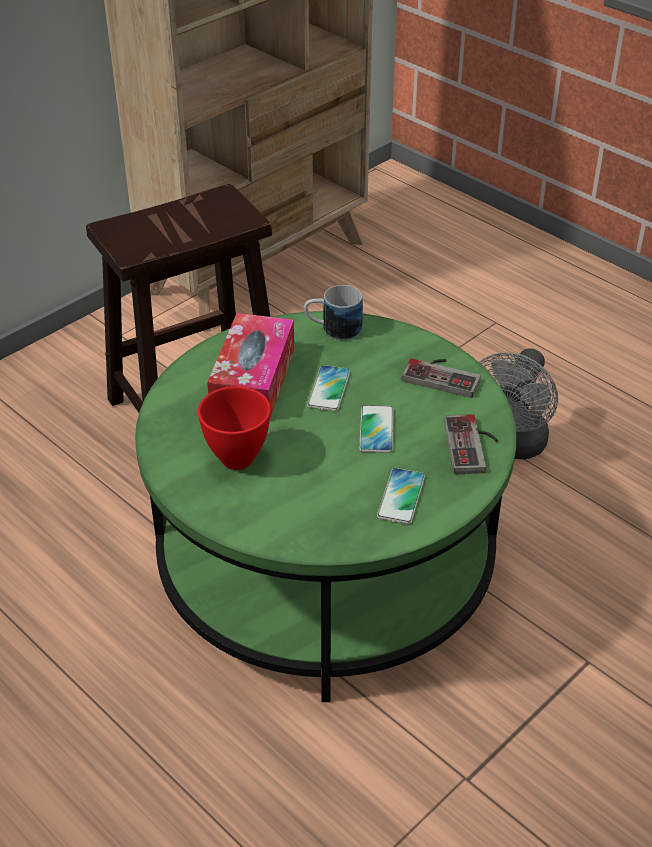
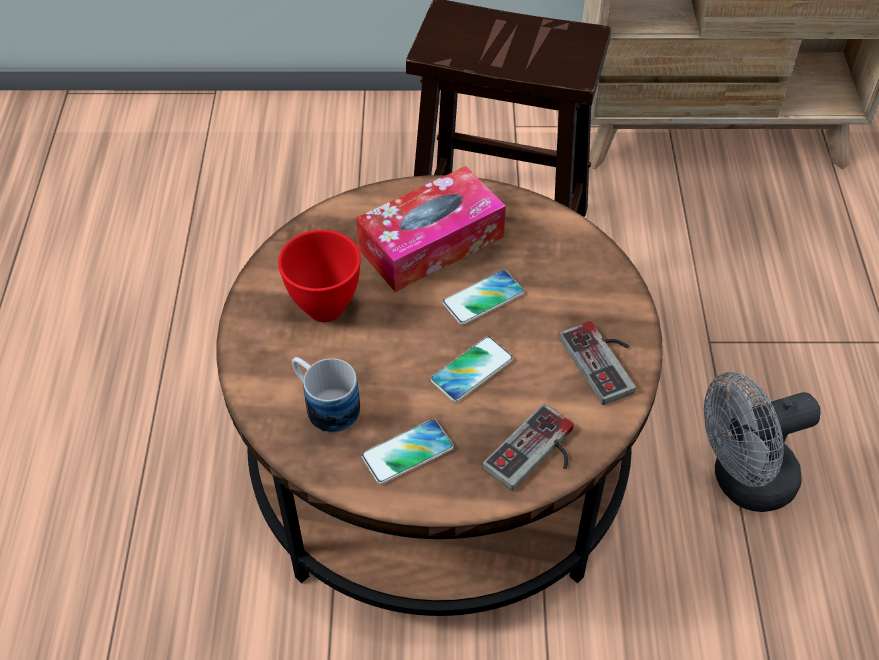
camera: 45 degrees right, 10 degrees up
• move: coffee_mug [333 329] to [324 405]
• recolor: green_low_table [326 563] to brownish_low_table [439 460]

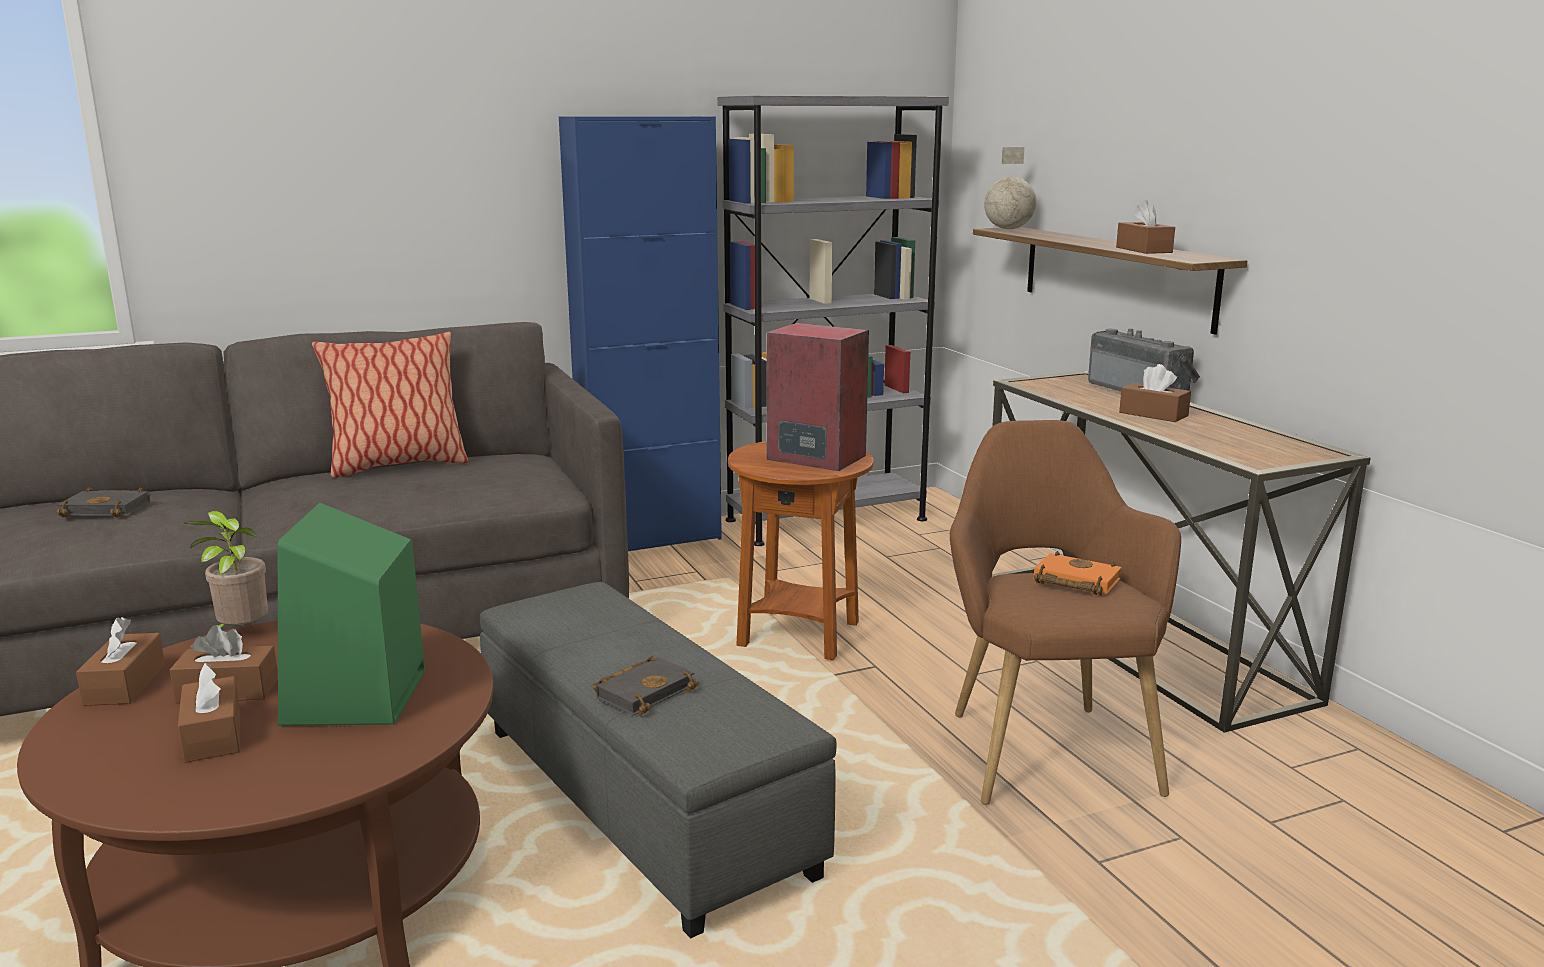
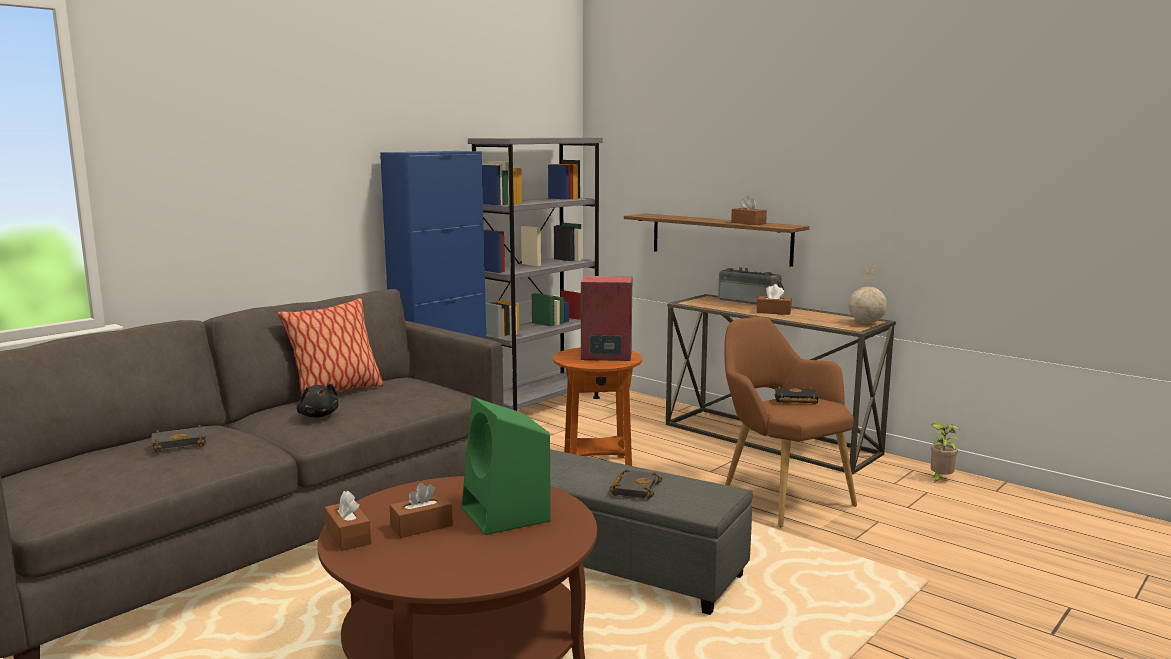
camera: 25 degrees left, 5 degrees down
• delete: brownish_tissue_box [213 735]
• insert: black_soft_toy [318 415]
• move: potted_plant [241 634] to [940 479]
• move: desk_globe [1009 229] to [866 323]
• recolor: orangey_bound_book [1073 581] to black_bound_book [794 400]

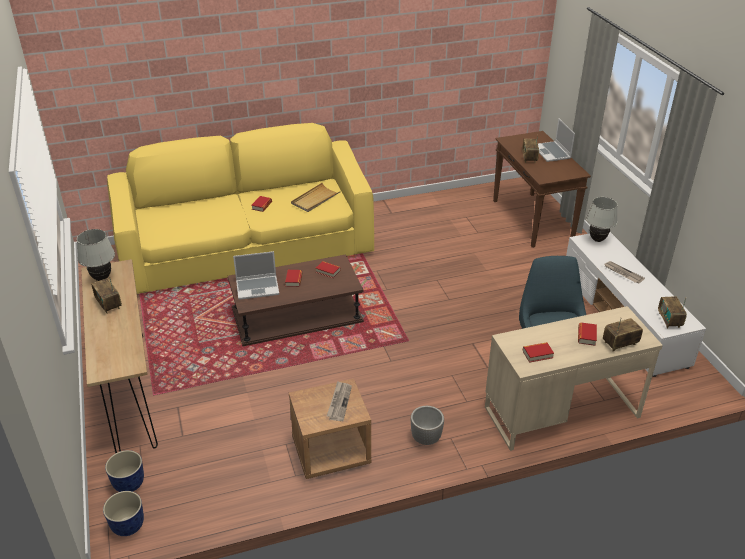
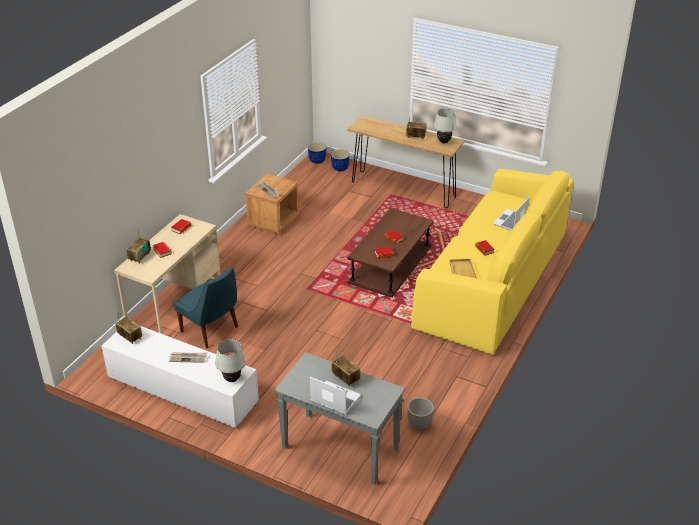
camera: 135 degrees right, 0 degrees up
• move: portable_computer [258 288] to [510 221]
• move: plant_pot [426 439] to [419 424]
• recolor: brownish_narrow_table [533 220] to grey_narrow_table [338 448]

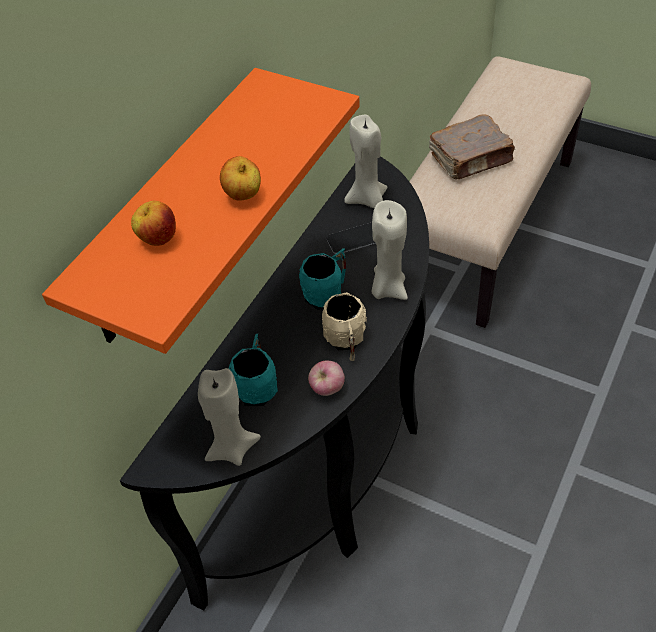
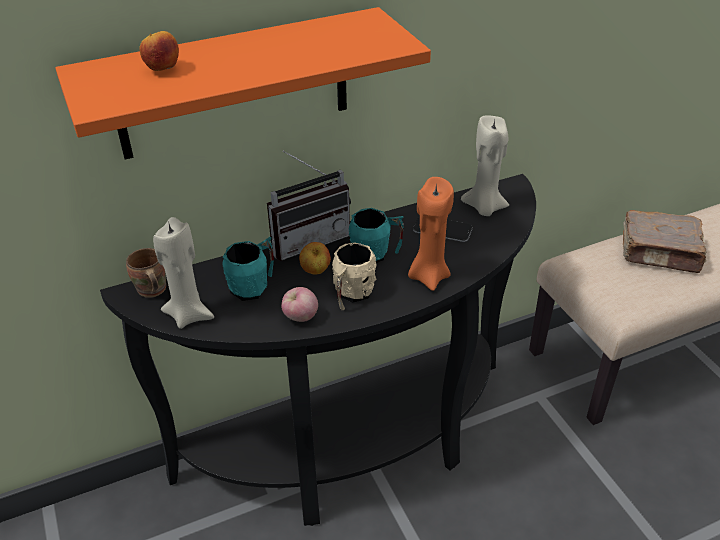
camera: 35 degrees right, 10 degrees down
• insert: brownish_coffee_mug [151 291]
• insert: radio_set [308 239]
• move: apple [243 196] to [315 271]
• recolor: sand-coloured_wax_candle [388 288] to orangey_wax_candle [428 276]

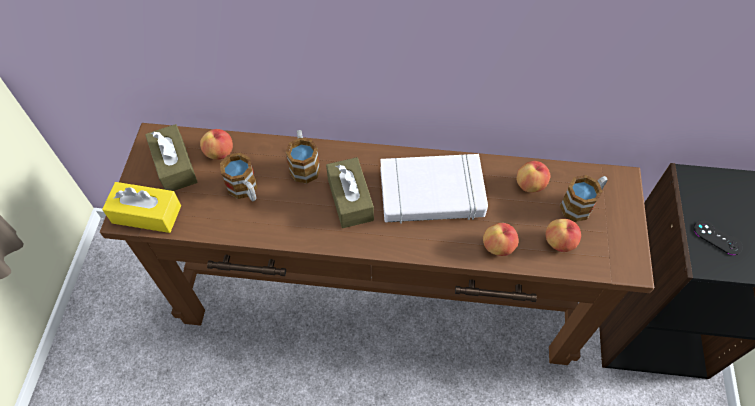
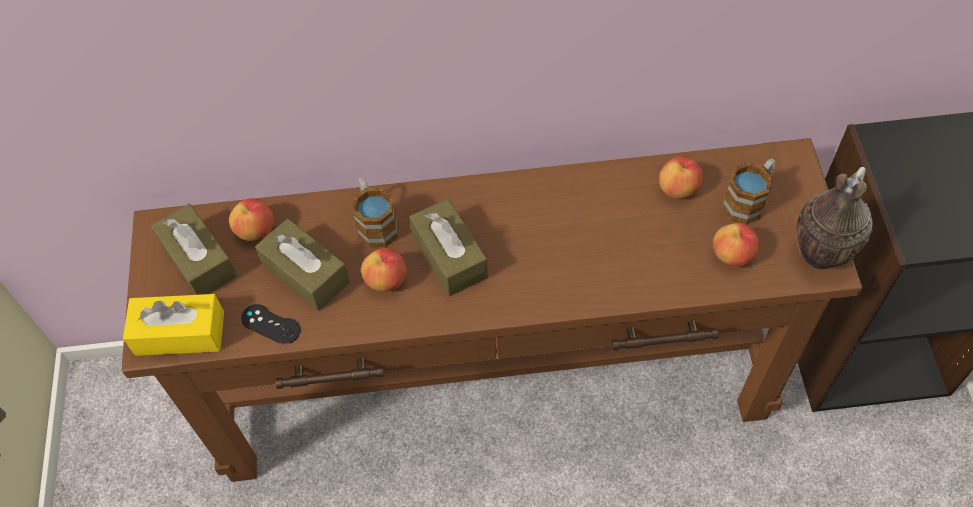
camera: 10 degrees left, 0 degrees up
• delete: whitish_bound_book [431 194]
• insert: vase [817 255]
• move: apple [498 246] to [386 280]
• move: black_joypad [717 237] to [271 324]
• replace: coffee_mug [245 190] to brownish_tissue_box [306 273]

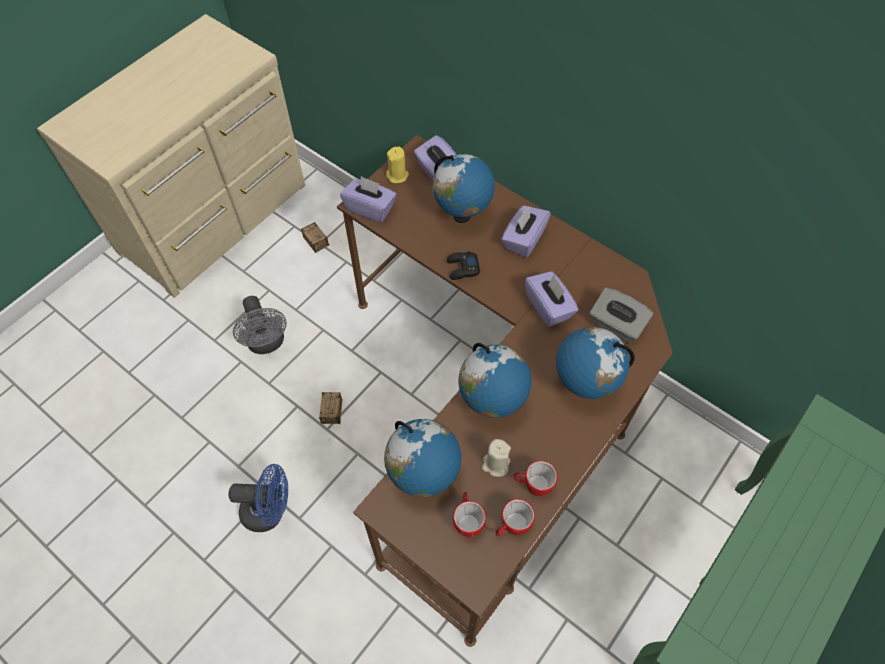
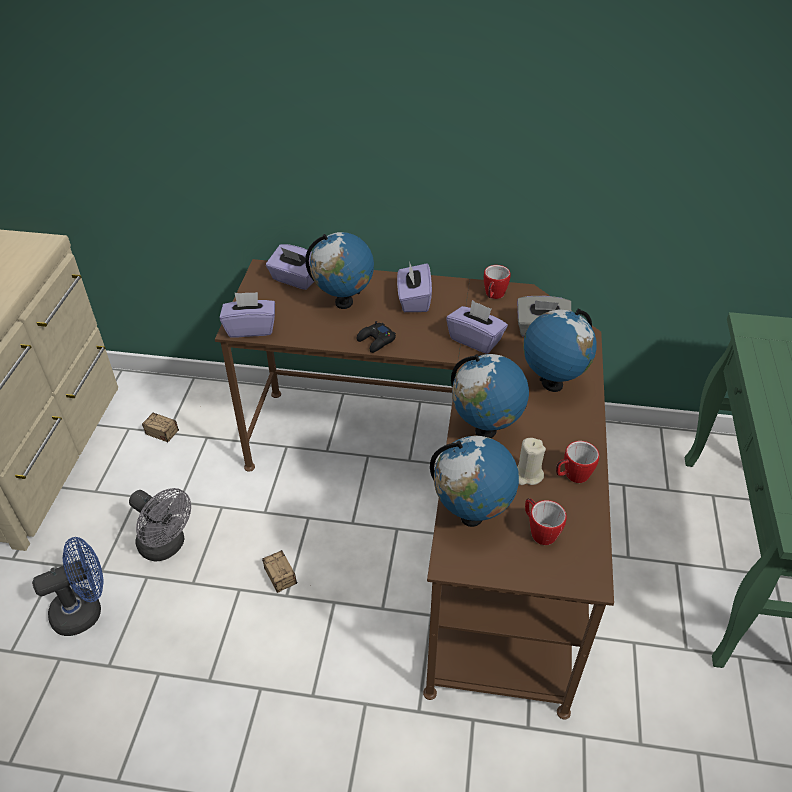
camera: 30 degrees left, 15 degrees down
• delete: yellow_wax_candle [397 175]
• move: blue_fan [270 511] to [85 610]
• move: coffee_mug [511 527] to [493 296]

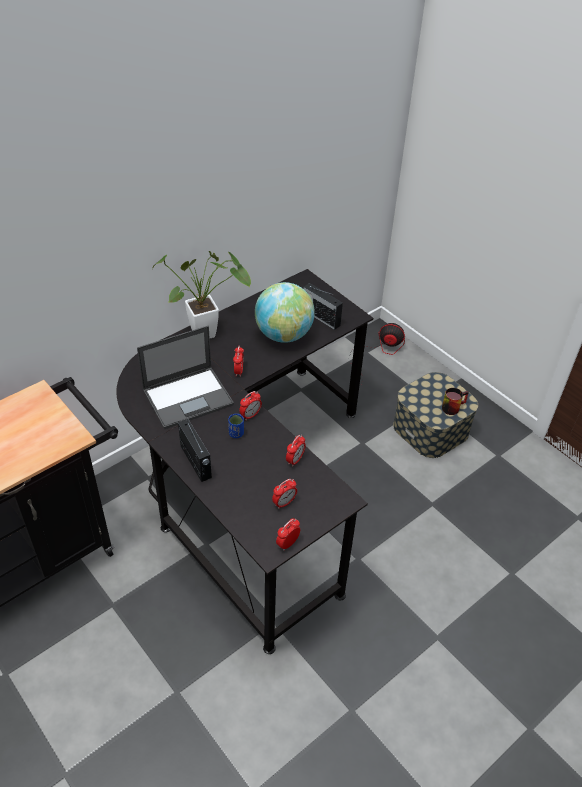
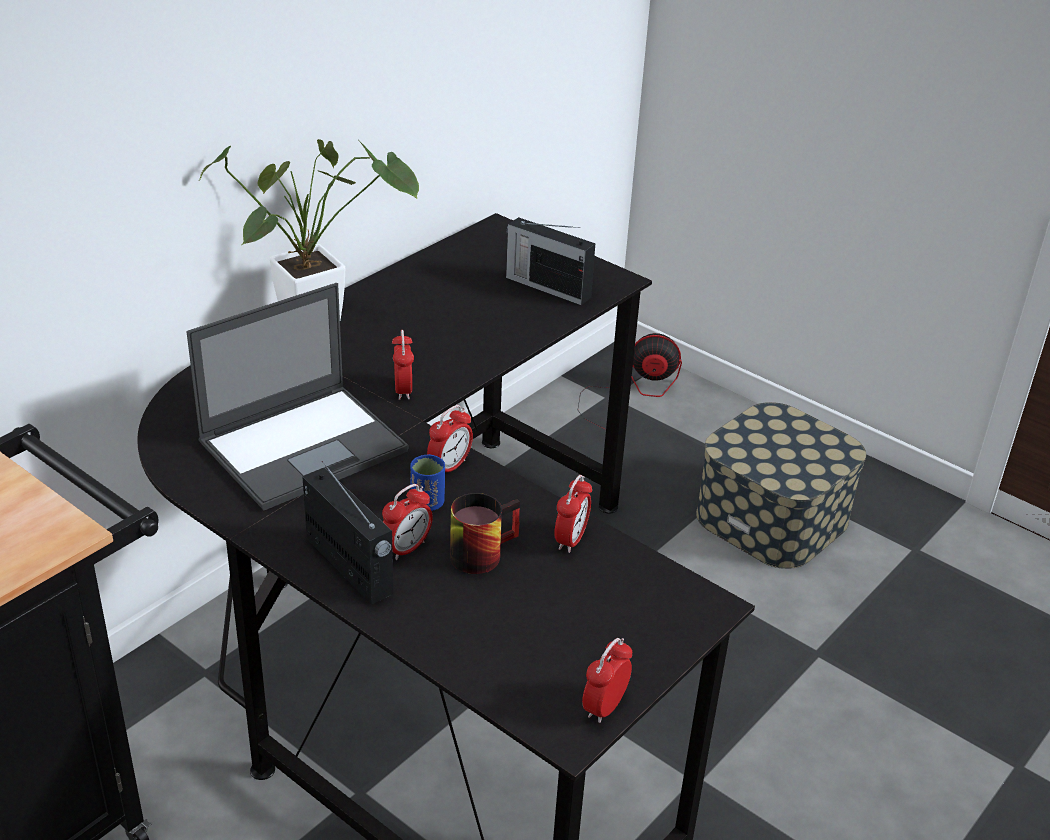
camera: 10 degrees left, 10 degrees down
• delete: desk_globe [283 335]
• move: alarm_clock [284 503] to [406 548]
• move: coffee_mug [452 406] to [480 551]

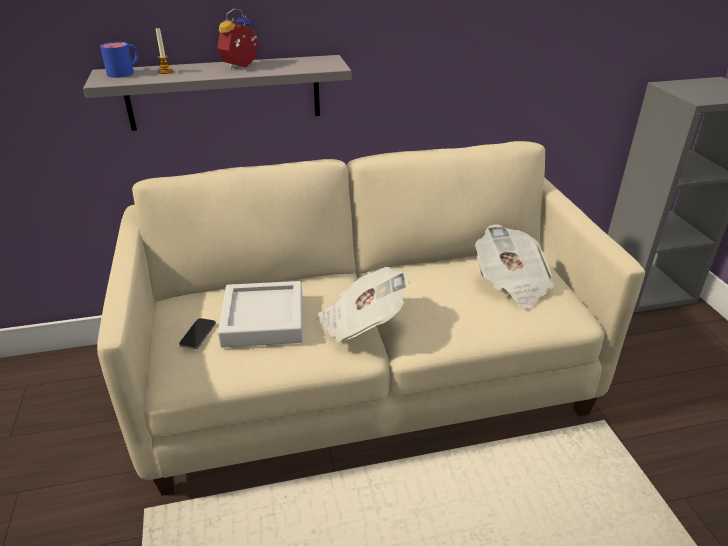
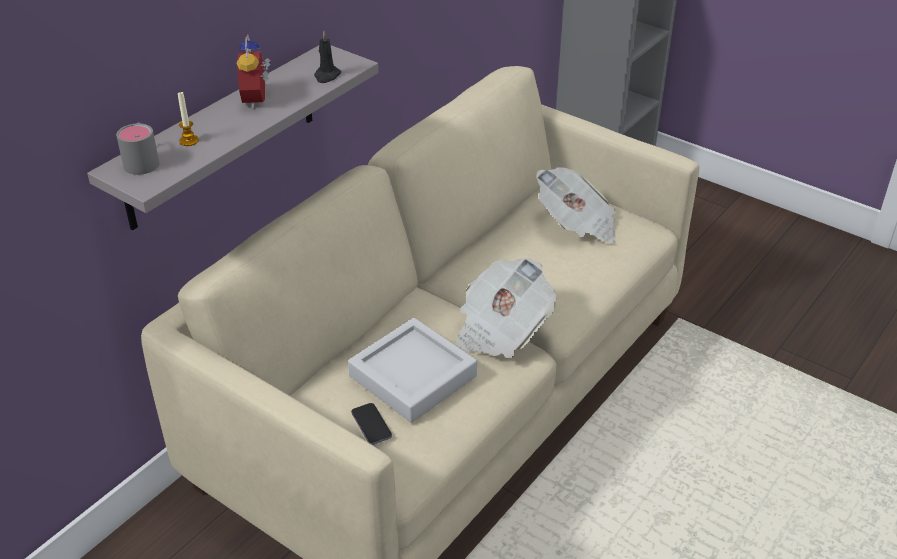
camera: 40 degrees left, 5 degrees up
• insert: black_wax_candle [327 76]
• recolor: blue_coffee_mug [125 72] to grey_coffee_mug [142 160]

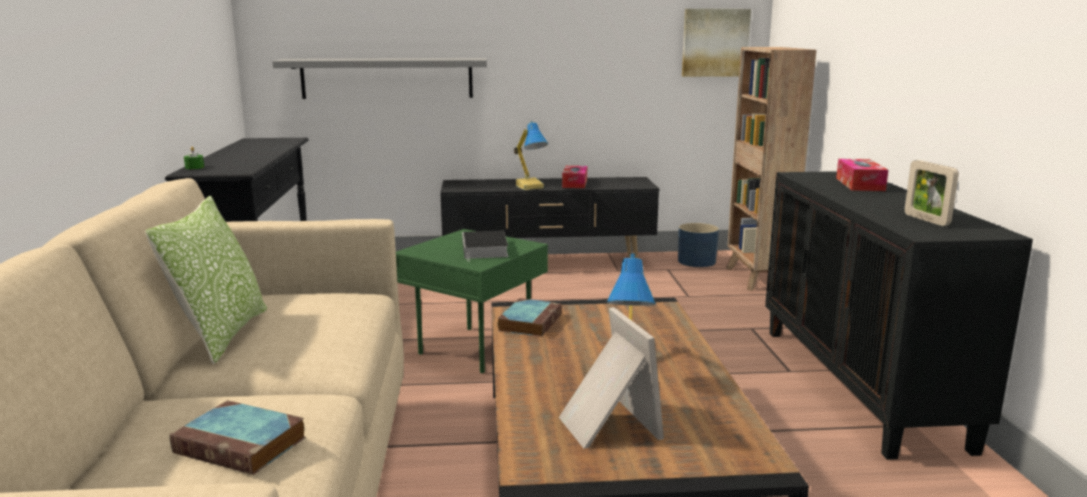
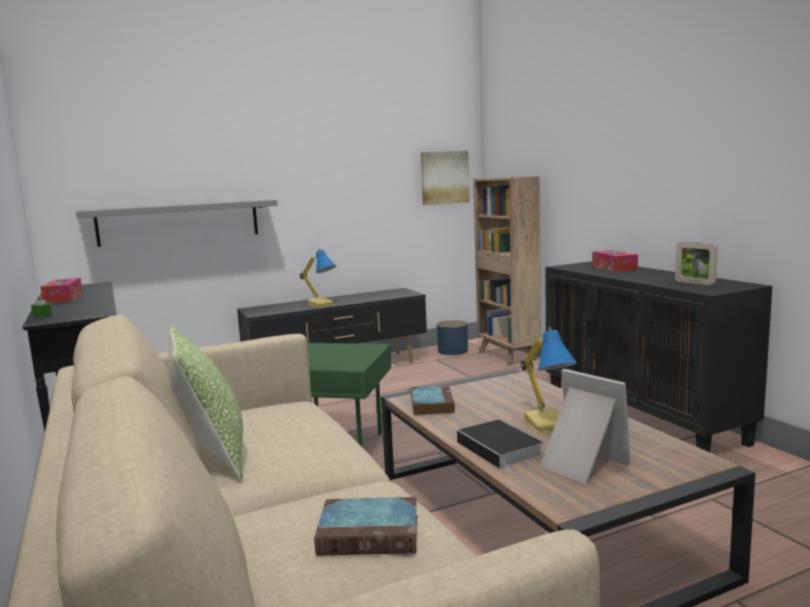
camera: 20 degrees left, 5 degrees down
• move: bound_book [485 250] to [501 449]
• move: tissue_box [574 183] to [63 298]

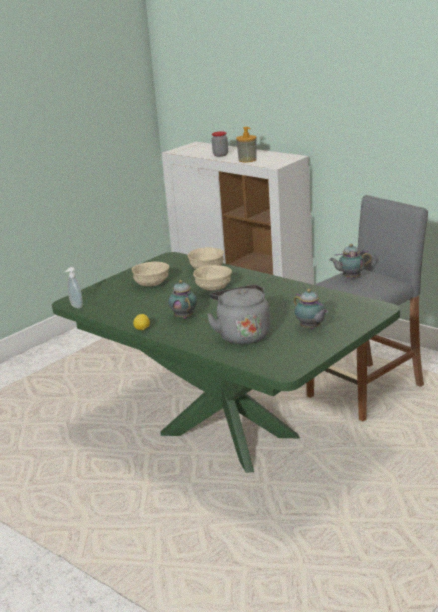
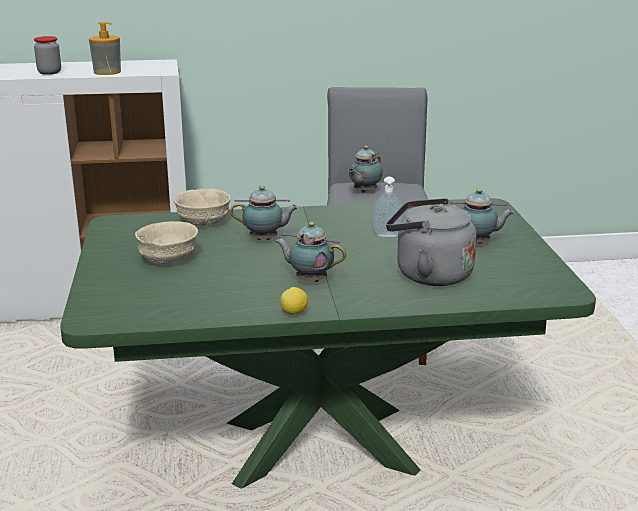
camera: 50 degrees left, 0 degrees up
• move: liquid_soap_bottle [75 306] to [387 236]
• replace: sand-coloured_deep_dish [213 288] to pot_for_tea [265 240]

